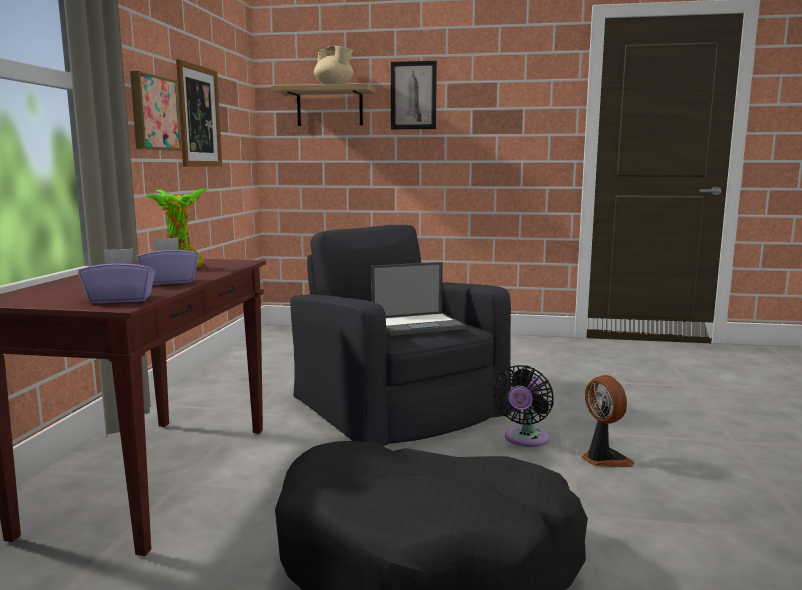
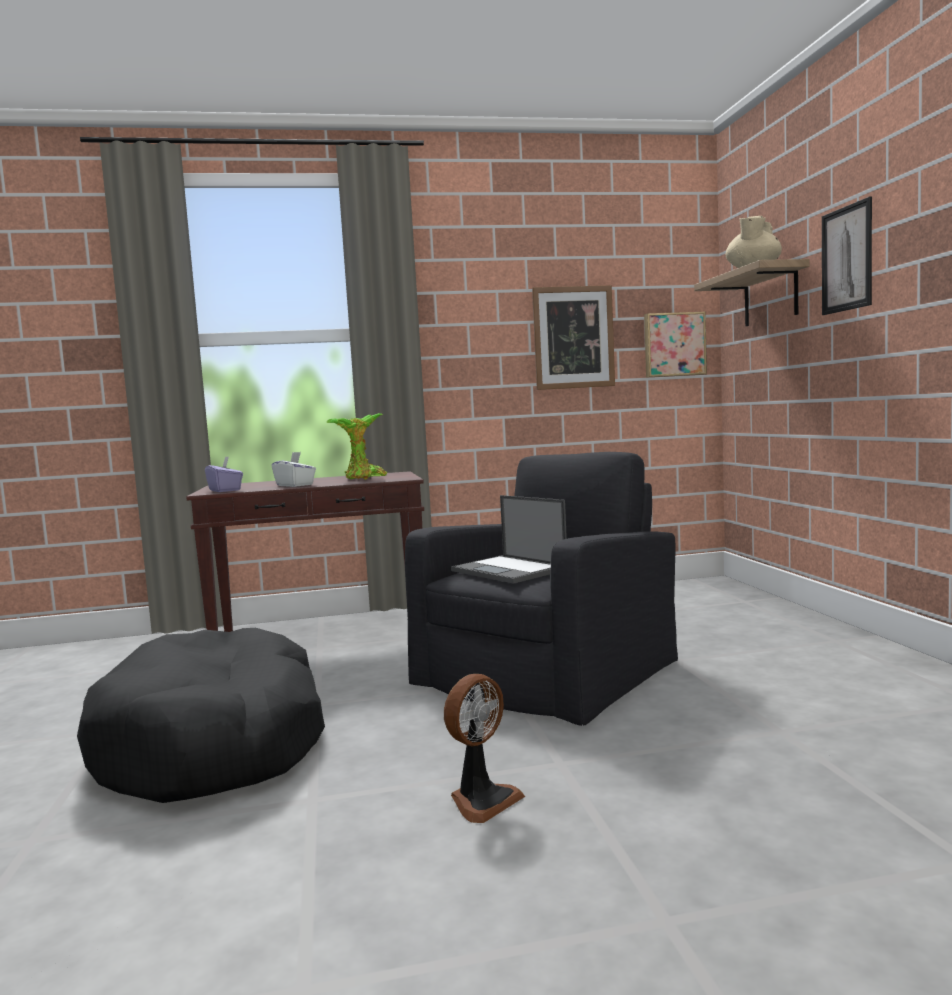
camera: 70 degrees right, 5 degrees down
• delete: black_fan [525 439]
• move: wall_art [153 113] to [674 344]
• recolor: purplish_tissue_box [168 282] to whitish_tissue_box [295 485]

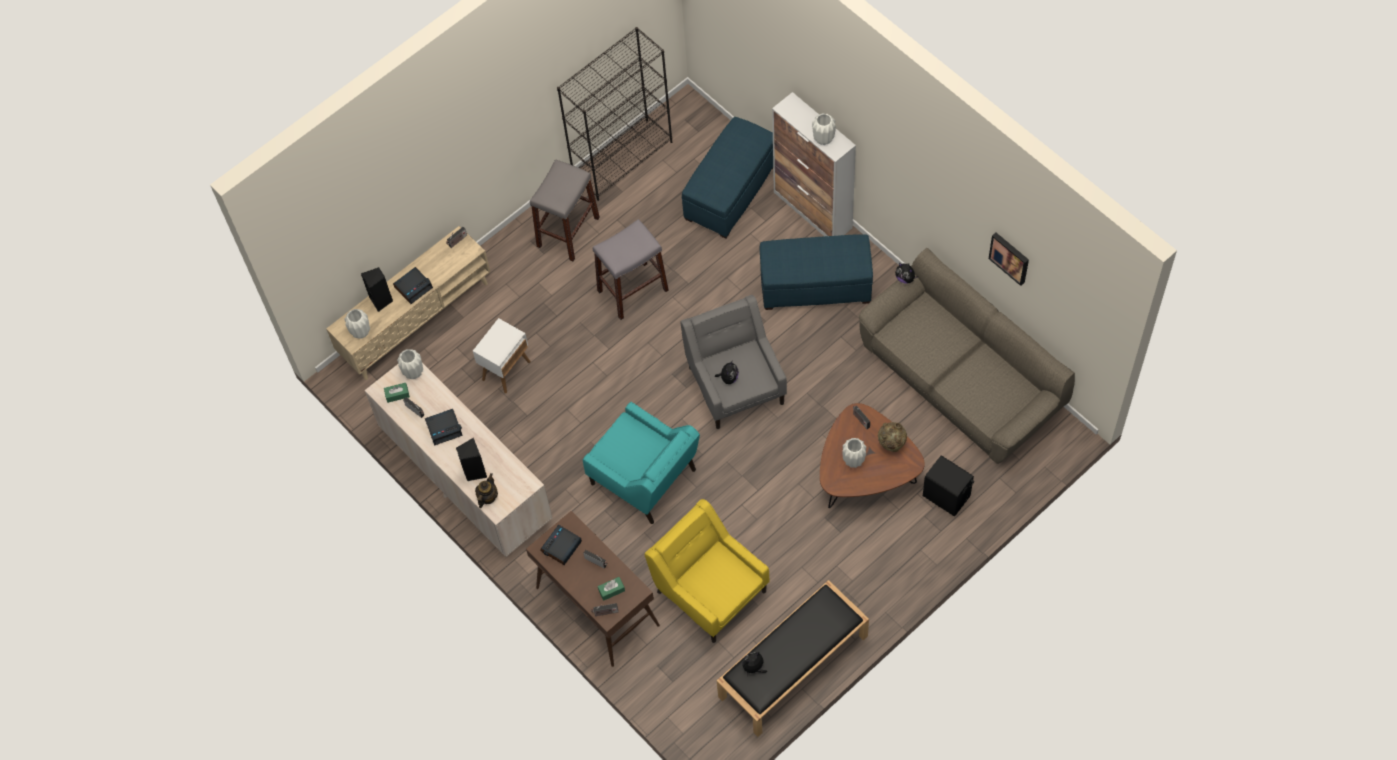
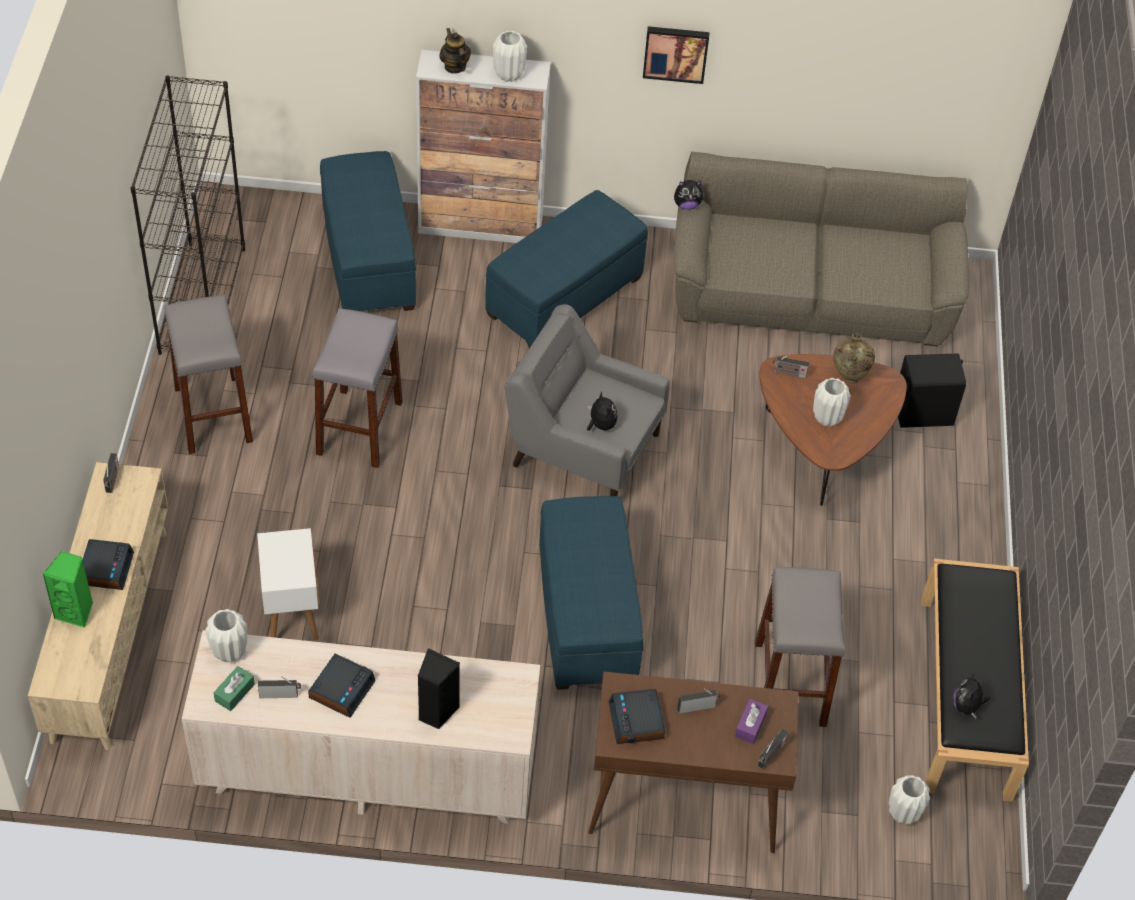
camera: 50 degrees left, 10 degrees down
• move: whitish_vase [360 332] to [903 814]
• move: pot_for_tea [487 497] to [455 66]
• move: wall_art [1010 257] to [675 52]
• replace: turquoise-coloured_easy_chair [645 478] to blue_footrest [587 617]
• replace: yellow_easy_chair [710 590] to grey_stool_seat [790 683]
• recolor: black_audio_speaker [381 301] to green_audio_speaker [76 612]
• recolor: green_tissue_box [611 590] to purplish_tissue_box [750 725]

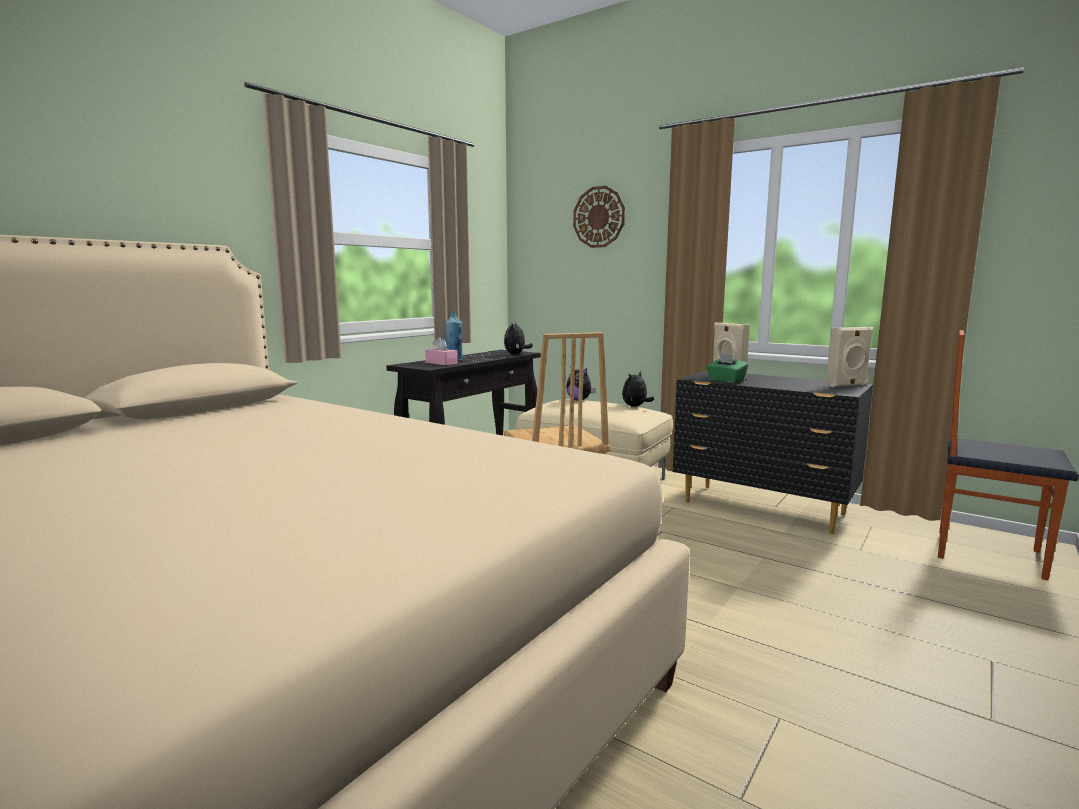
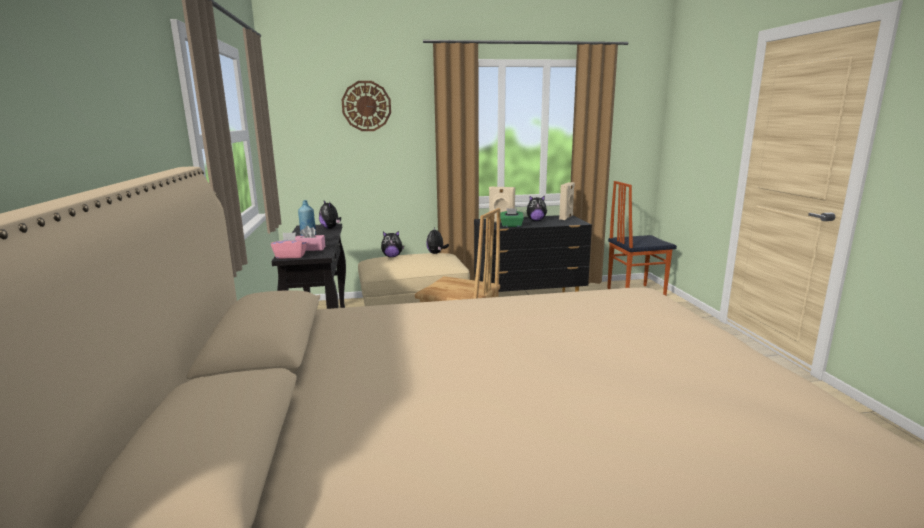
camera: 45 degrees left, 5 degrees up
• insert: pinkish_tissue_box [290 256]
• insert: soft_toy [536 220]

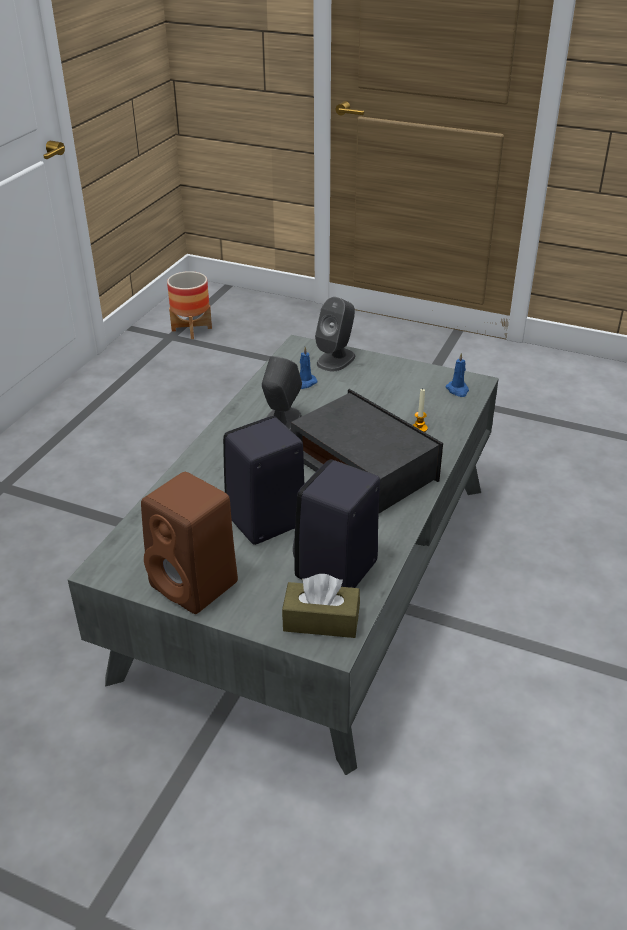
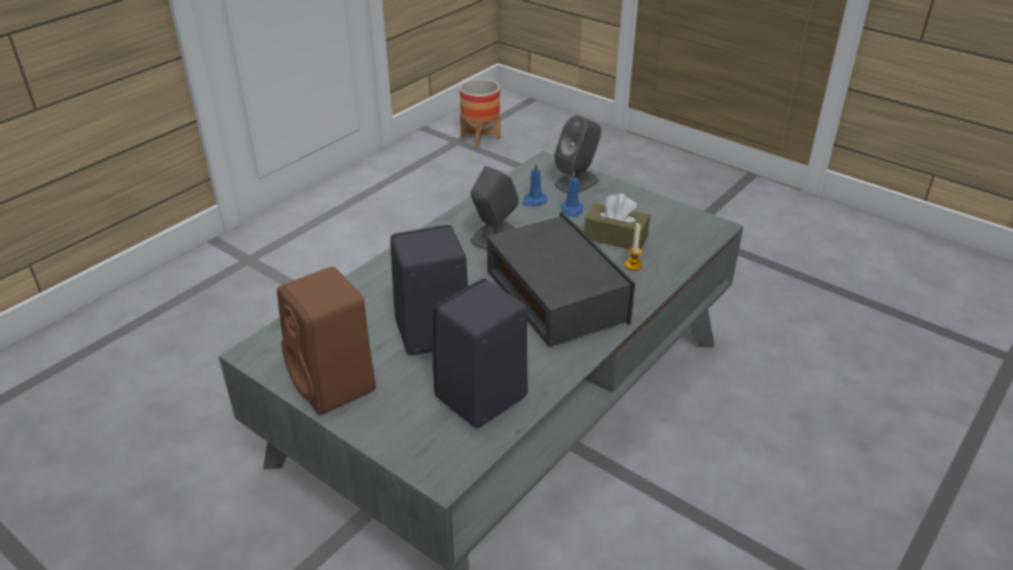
camera: 15 degrees right, 0 degrees up
• move: brownish_tissue_box [321 620] to [615 237]
• move: blue_wax_candle [457 390] to [572 210]

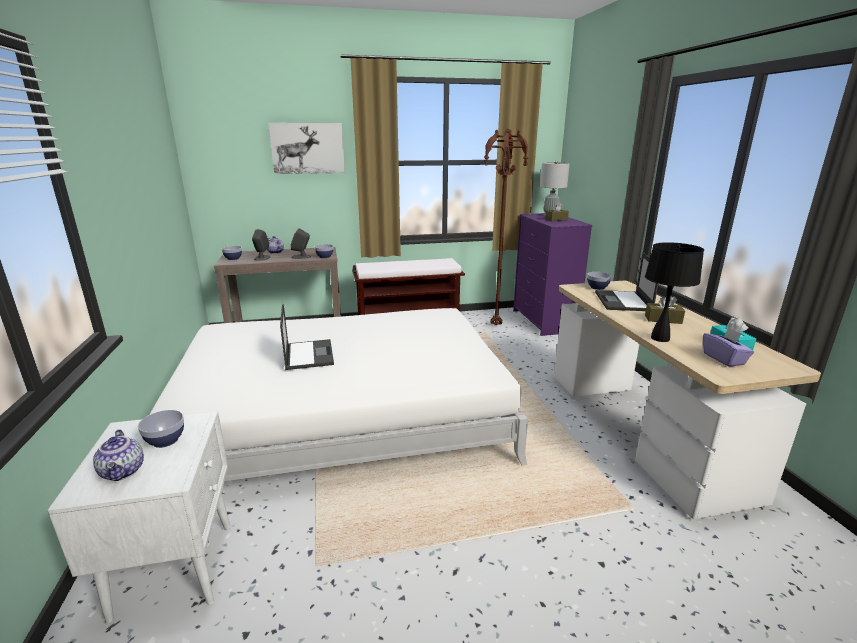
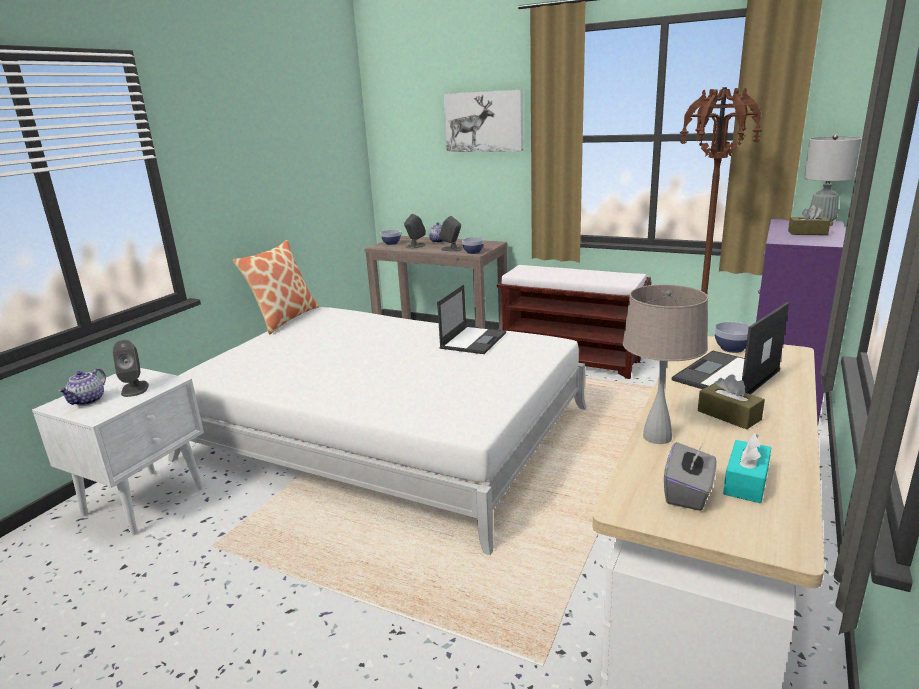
camera: 40 degrees right, 0 degrees up
• insert: pillow [284 319]
• move: portable_computer [308 354] to [473 340]
• replace: deep_dish [165 440] to grey_audio_speaker [135 389]
• recolor: black_table_lamp [660 338] to sand-coloured_table_lamp [657 437]
• recolor: purplish_tissue_box [724 359] to grey_tissue_box [688 493]

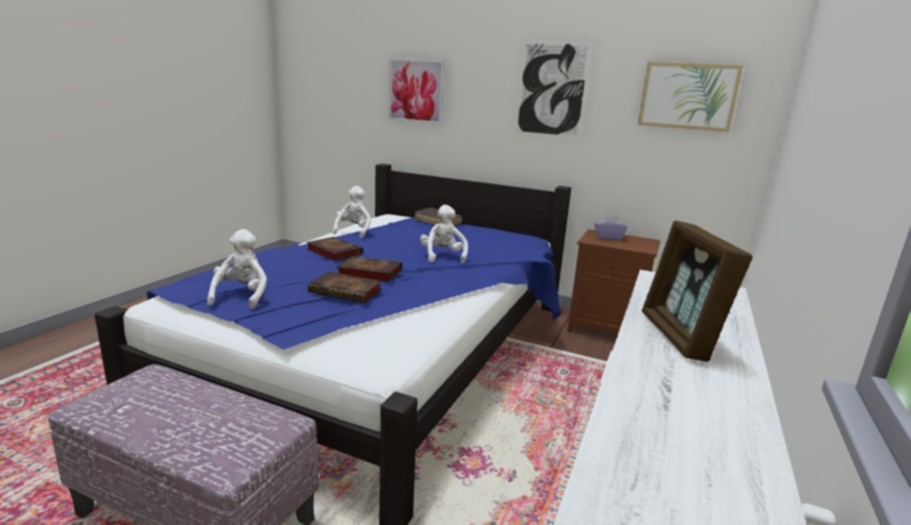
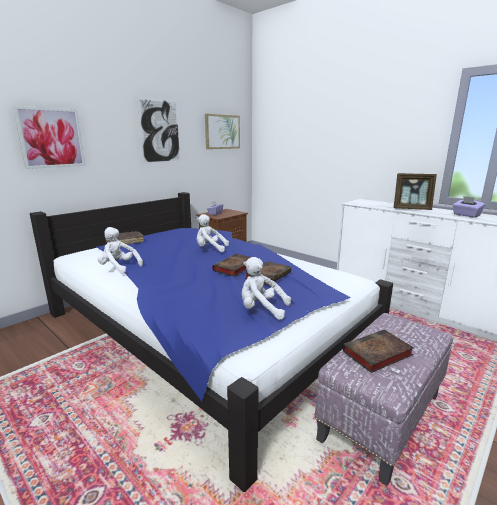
camera: 70 degrees left, 0 degrees up
• insert: purplish_tissue_box [466 215]
• move: bound_book [333 252] to [376 354]

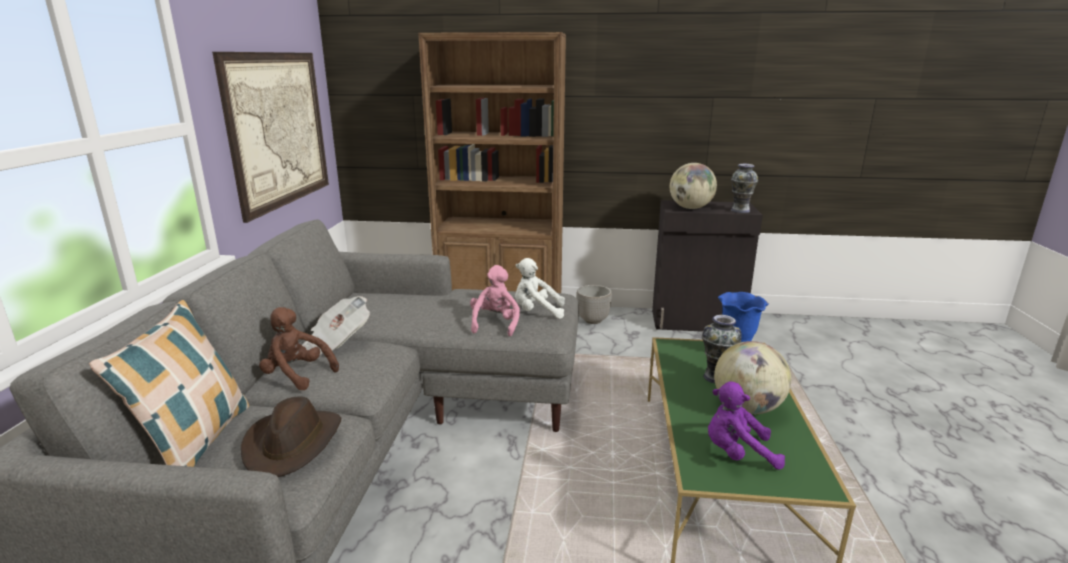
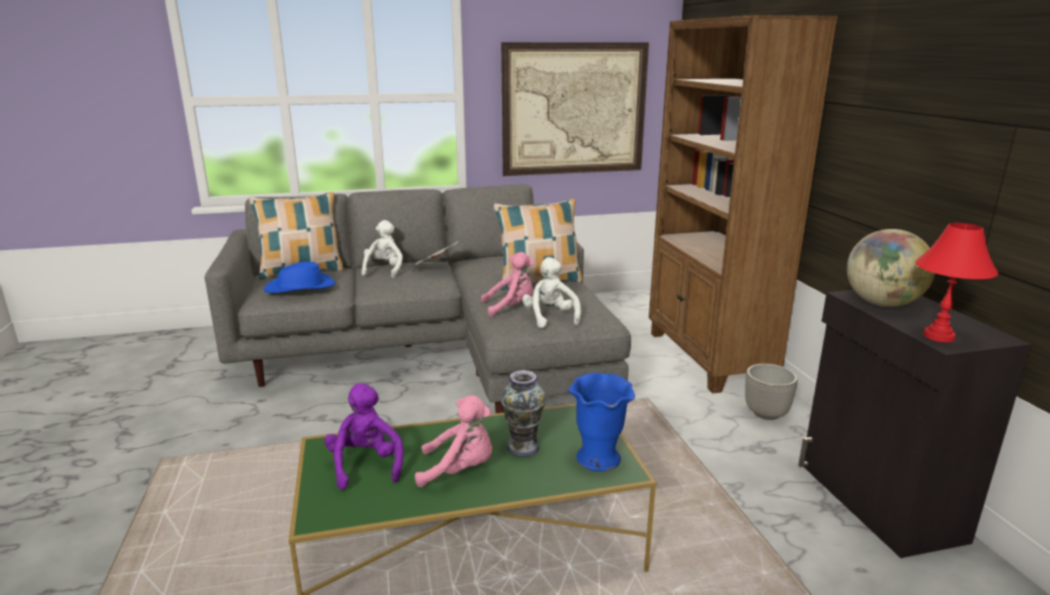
camera: 70 degrees right, 0 degrees up
• insert: pillow [538 281]
• replace: desk_globe [747 408] to pinkish_soft_toy [460 470]
• replace: vase [740 210] to red_table_lamp [939 336]
• recolor: brownish_wearable_hat [293 443] to blue_wearable_hat [300 287]
• recolor: brownish_soft_toy [297 375] to whitish_soft_toy [384 271]

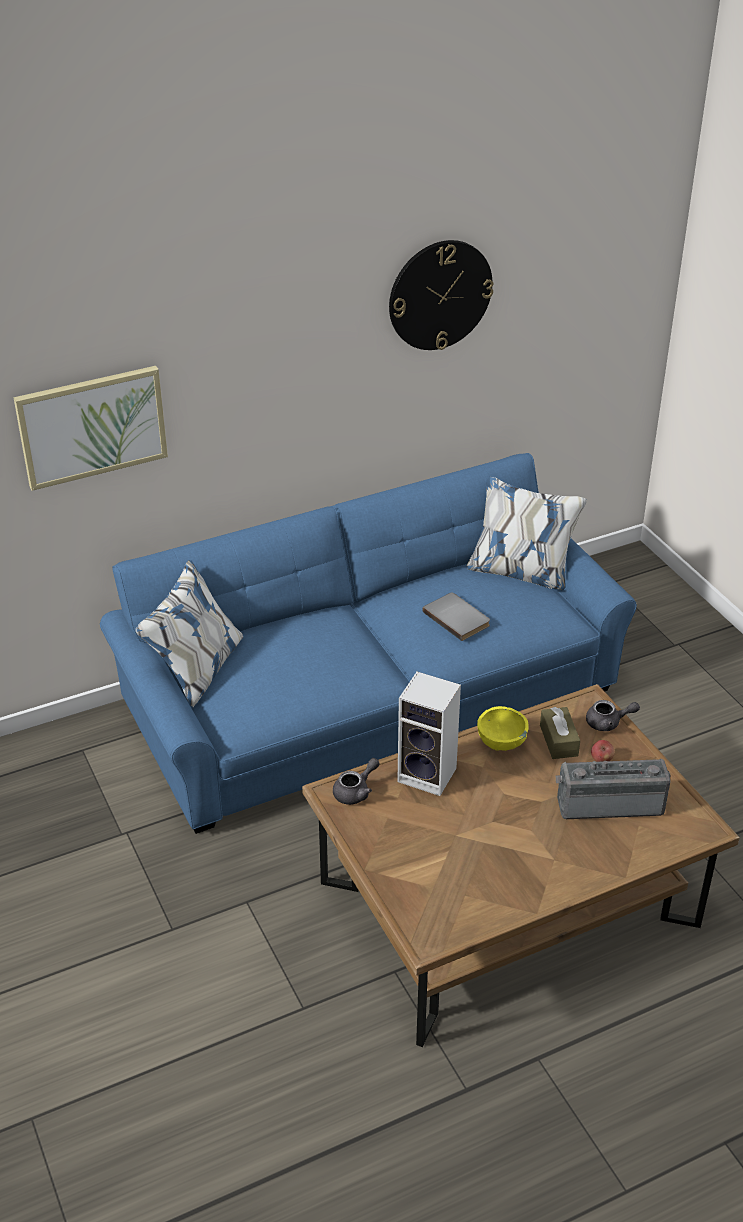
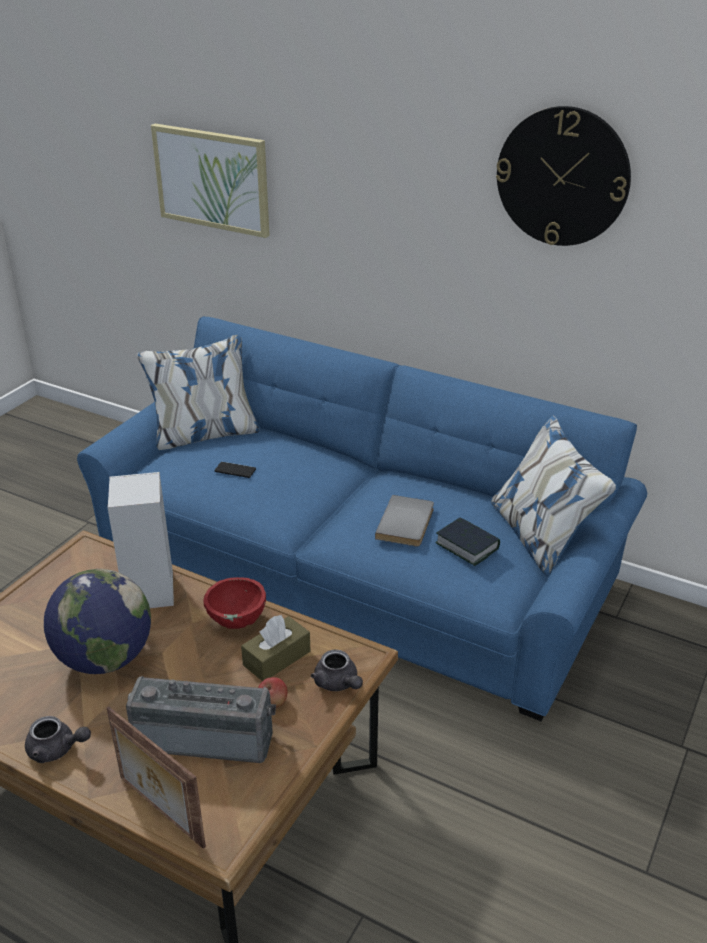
camera: 55 degrees right, 5 degrees down
• insert: desk_globe [105 659]
• insert: photo_frame [159 812]
• insert: handset [235 470]
• insert: bound_book [467 546]
• move: grey_pot_for_tea [356 791] to [57 749]
• recolor: yellow_deep_dish [500 744] to red_deep_dish [236 620]
• rotate: radio_set [609 802] = [206 736] 45 degrees counterclockwise

